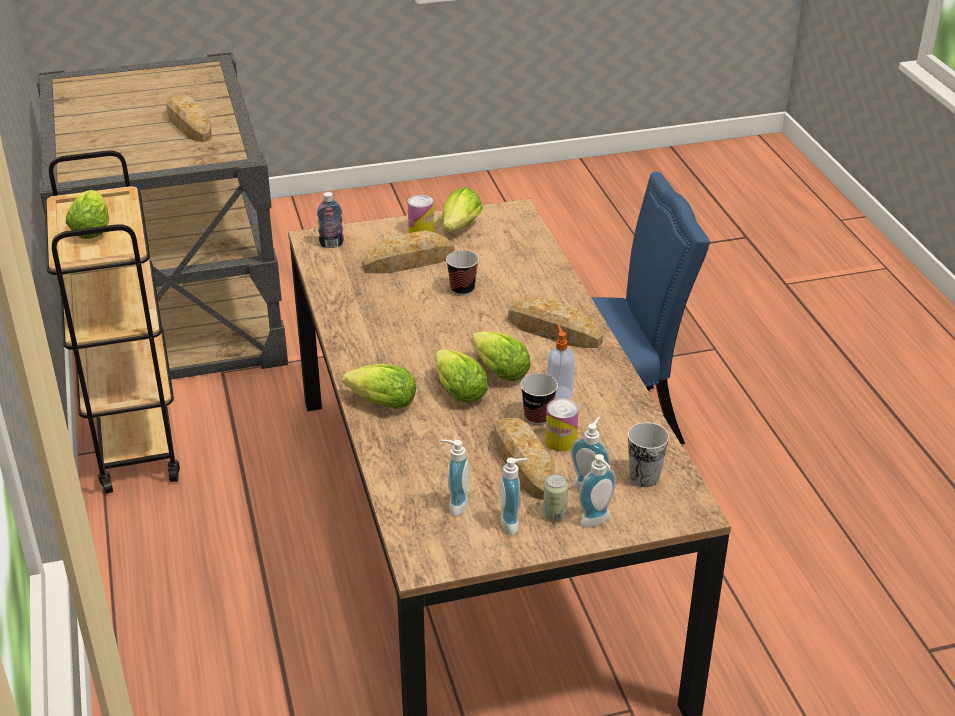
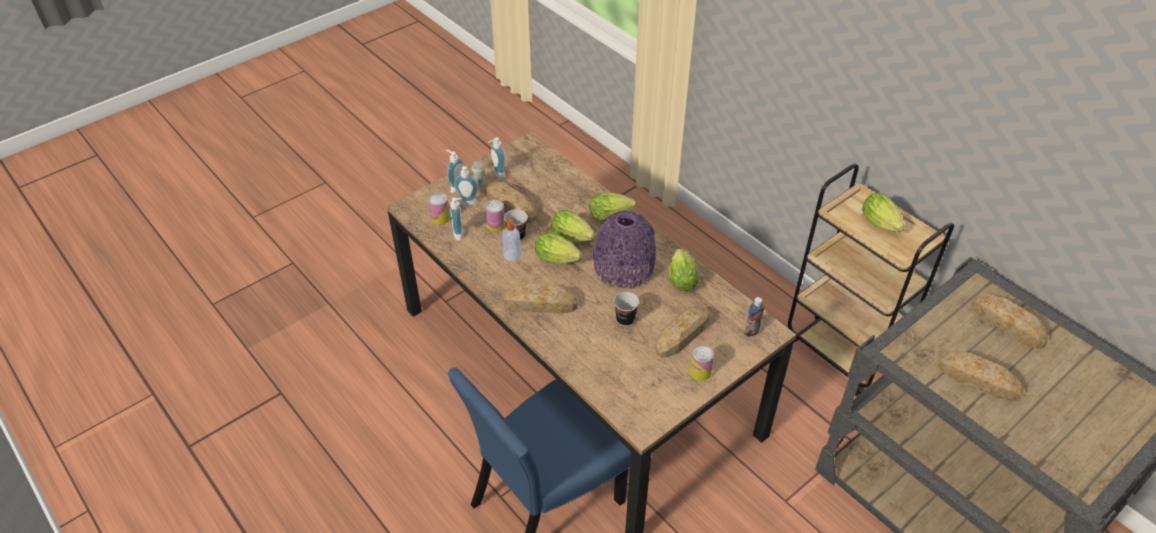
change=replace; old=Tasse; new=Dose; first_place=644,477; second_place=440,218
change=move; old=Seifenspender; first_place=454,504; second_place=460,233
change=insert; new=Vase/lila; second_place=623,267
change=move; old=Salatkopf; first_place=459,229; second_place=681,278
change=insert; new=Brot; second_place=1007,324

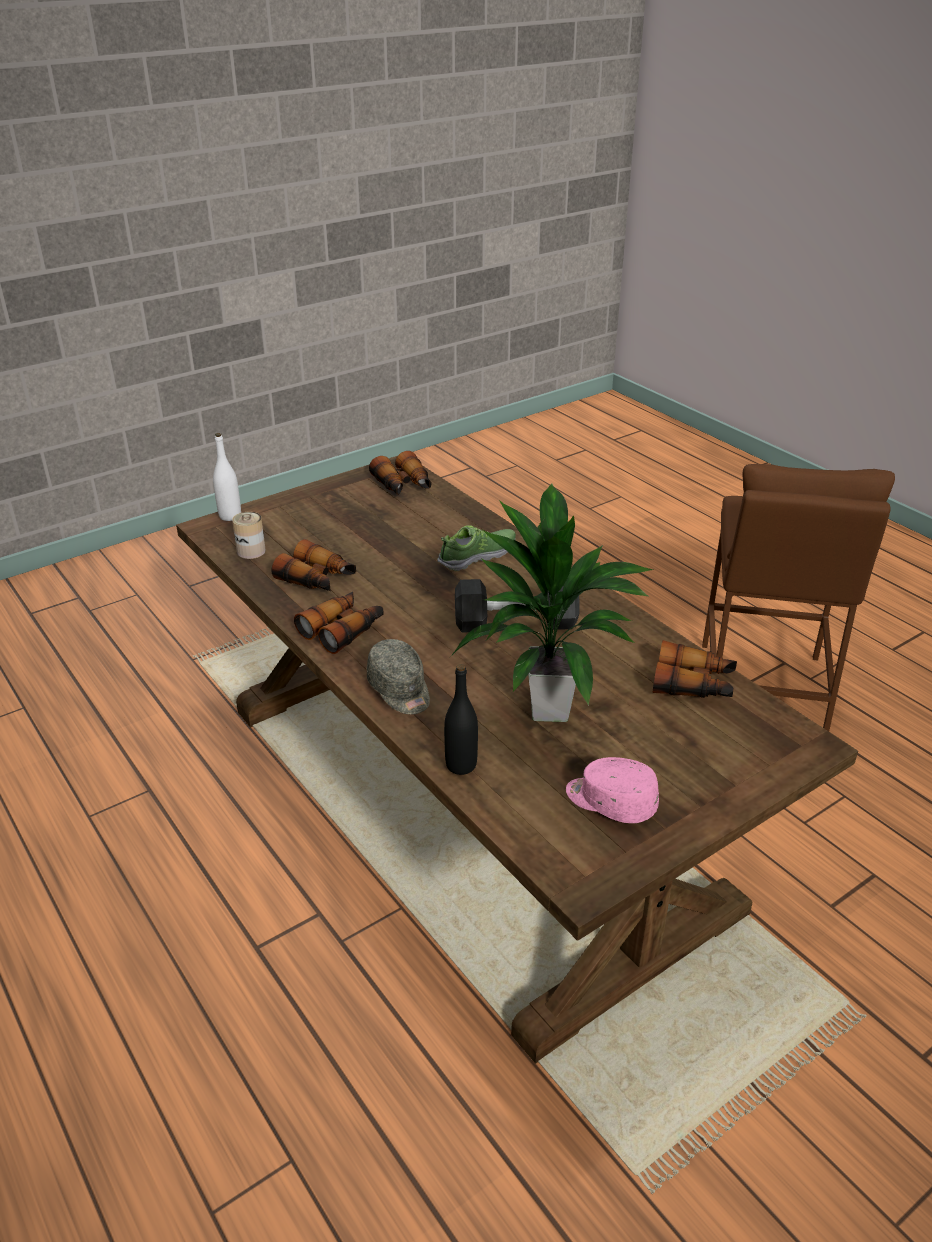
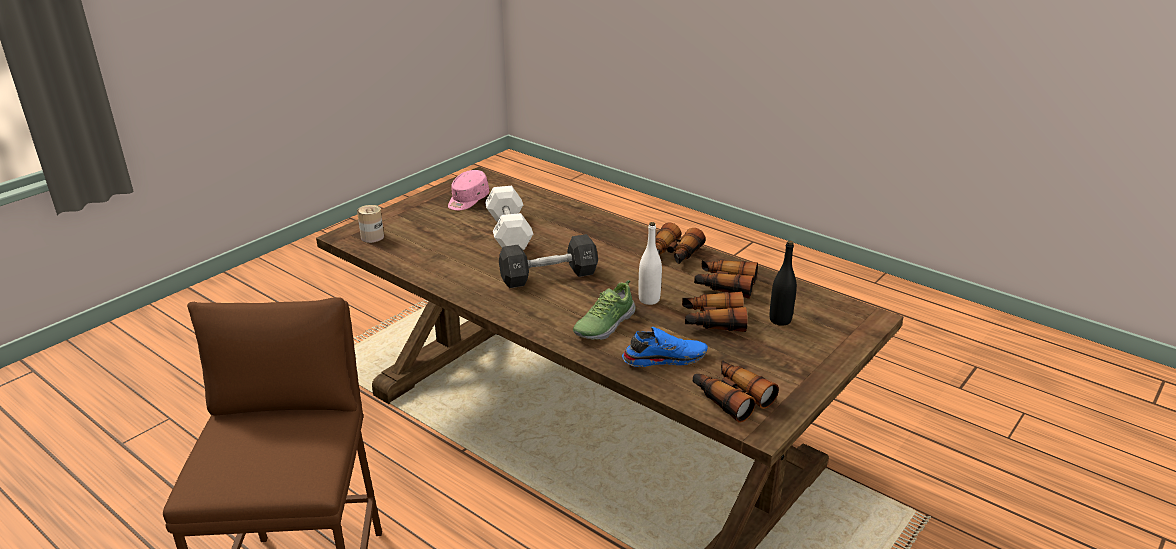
change=move; old=Dose; first_place=251,551; second_place=372,237
change=rotate; old=Kappe/rosa; first_place=610,801; second_place=467,200; degrees=105
change=replace; old=Topfpflanze; new=Hantel/weiß; first_place=550,708; second_place=509,232
change=insert; new=Schuh/blau; second_place=664,358
change=move; old=Flasche/weiß; first_place=230,516; second_place=649,299
change=move; old=Fernglas; first_place=693,684; second_place=712,321
change=move; old=Flasche/schwarz; first_place=461,765; second_place=780,320
change=delete; old=Kappe/grau; first_place=400,690

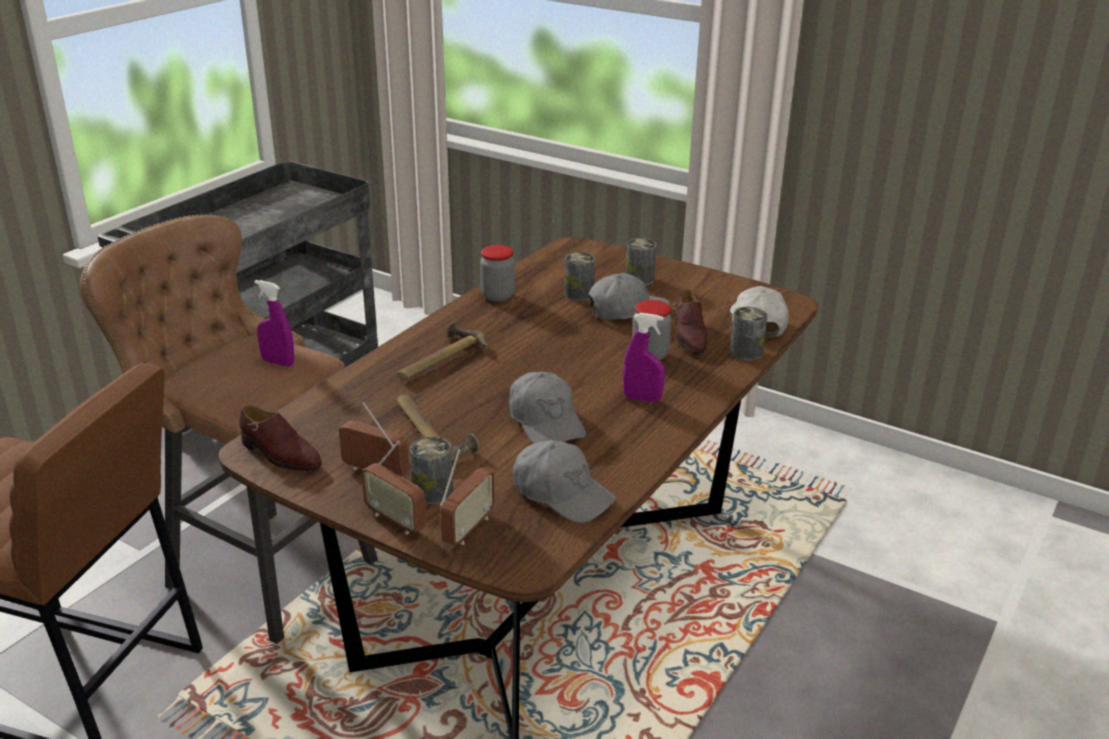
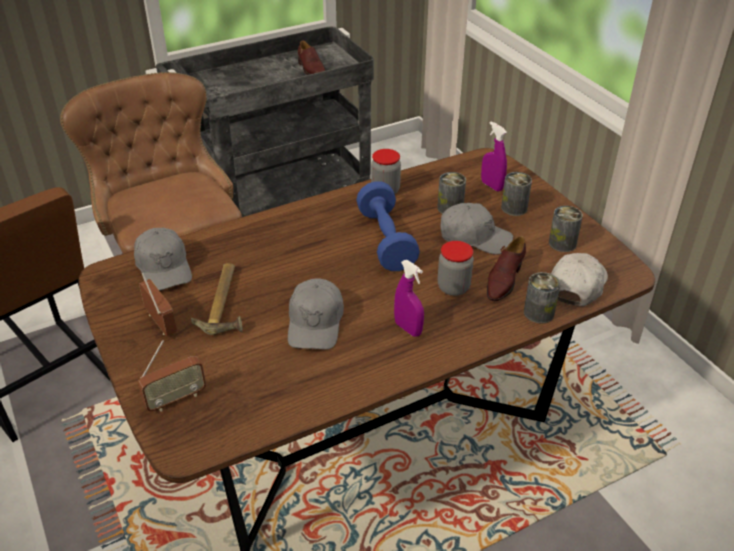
change=move; old=Kappe/grau; first_place=562,493; second_place=164,267
change=move; old=Schuh/braun; first_place=280,455; second_place=311,70
change=insert; new=Hantel/blau; second_place=386,240
change=move; old=Sprühflasche/lila; first_place=278,362; second_place=491,186
change=move; old=Dose; first_place=433,492; second_place=562,243
change=delete; old=Radio; first_place=396,520
change=delete; old=Hammer; first_place=438,359

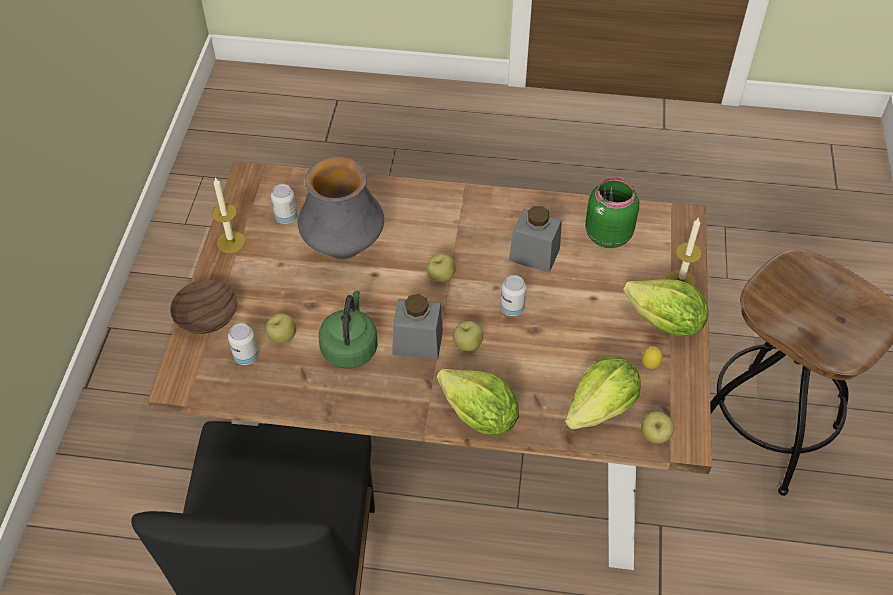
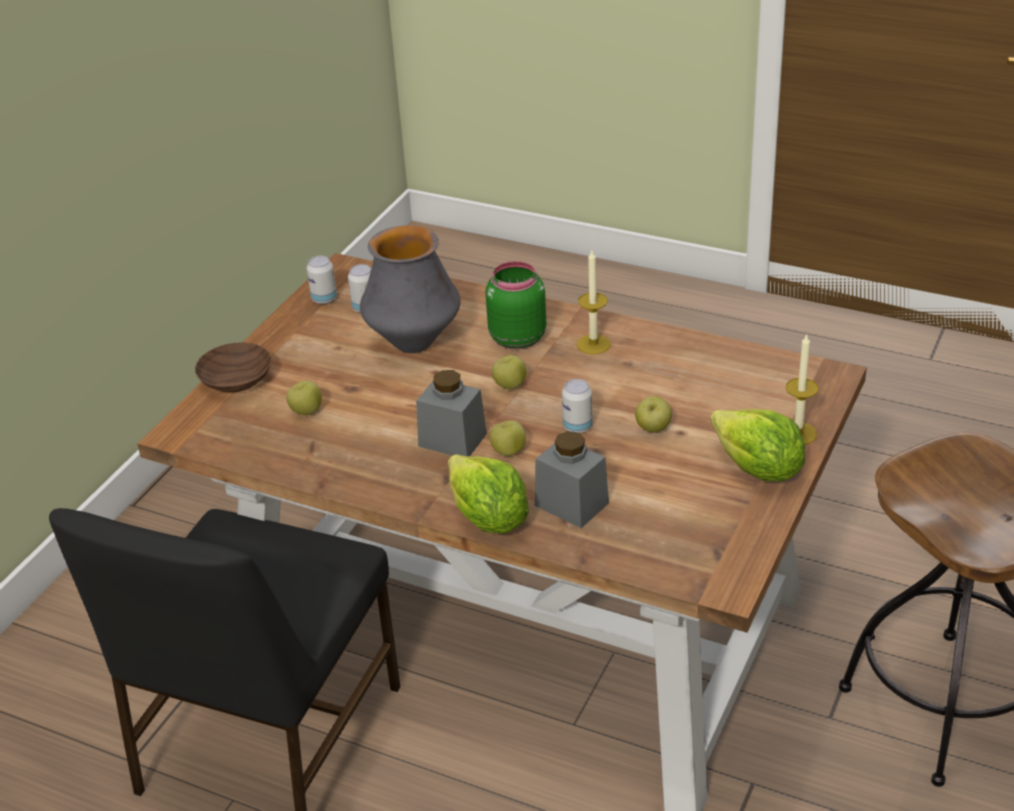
change=move; old=Dose; first_place=246,356; second_place=324,299
change=move; old=Vorratsglas/grün; first_place=606,235; second_place=516,338
change=move; old=Vorratsglas/grau; first_place=534,254; second_place=571,504
change=move; old=Kerze; first_place=231,242; second_place=593,344
change=move; old=Apfel; first_place=654,436; second_place=653,429
change=delete; old=Wasserkessel/grün; first_place=350,347
change=delete; old=Salatkopf; first_place=601,408
change=delete; old=Zitrone; first_place=649,366

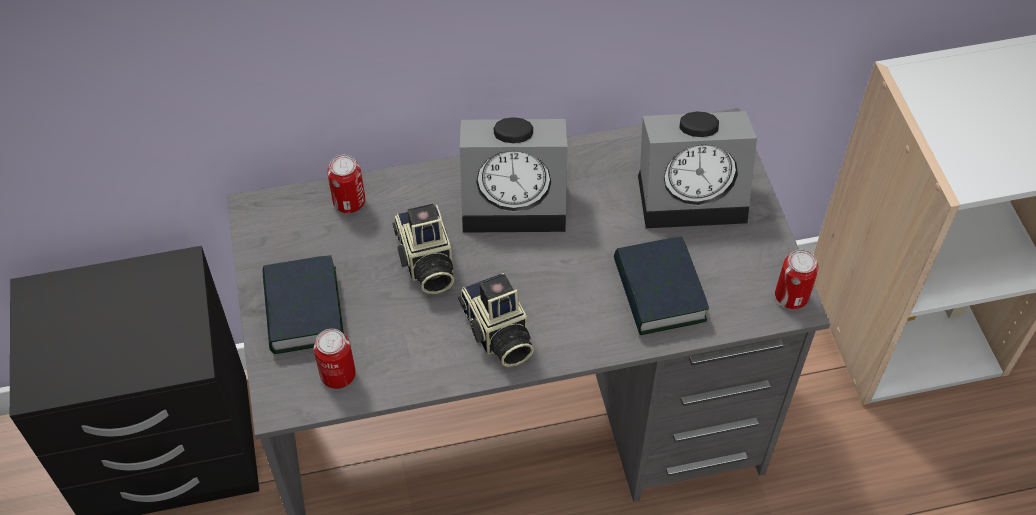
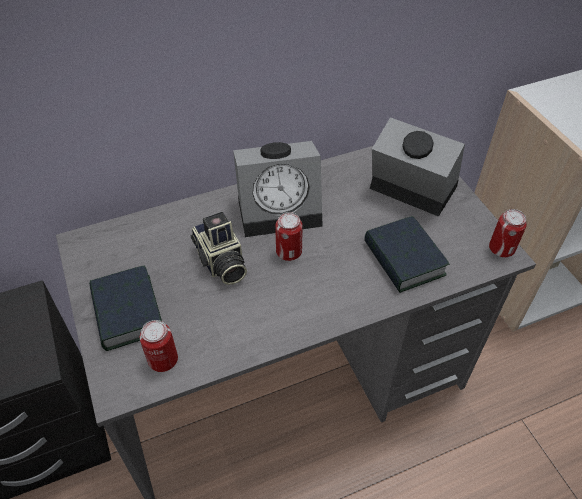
change=move; old=Dose; first_place=349,202; second_place=289,252
change=rotate; old=Wecker; first_place=694,194; second_place=409,189; degrees=-135
change=delete; old=Kamera; first_place=497,334

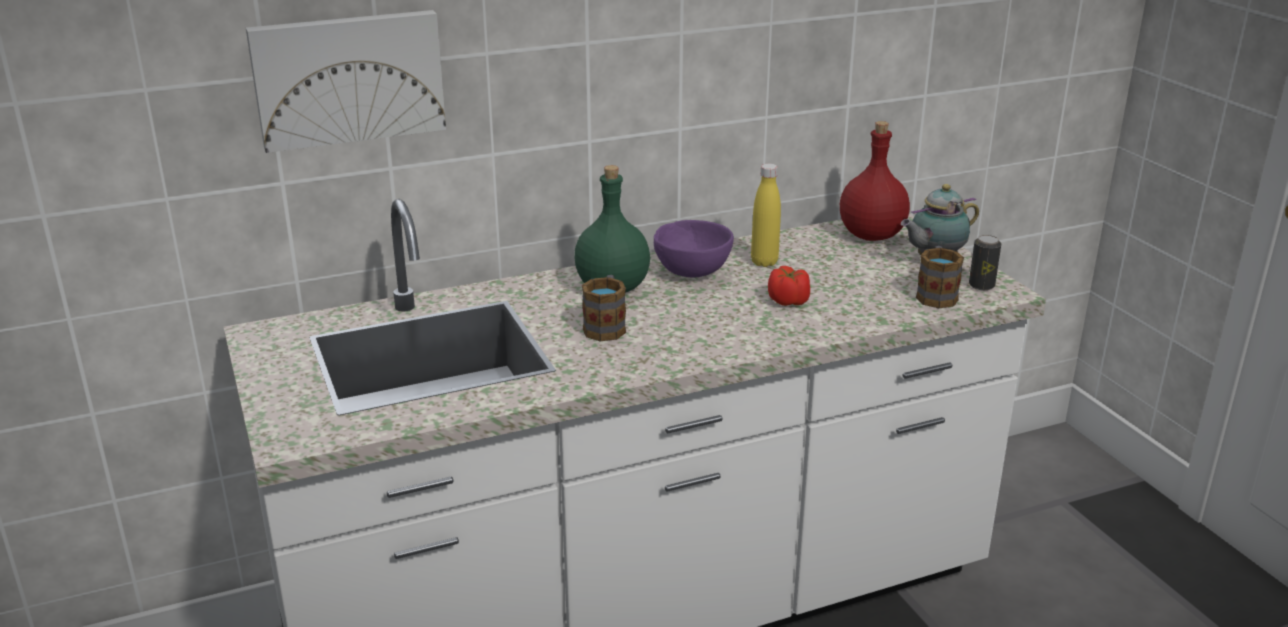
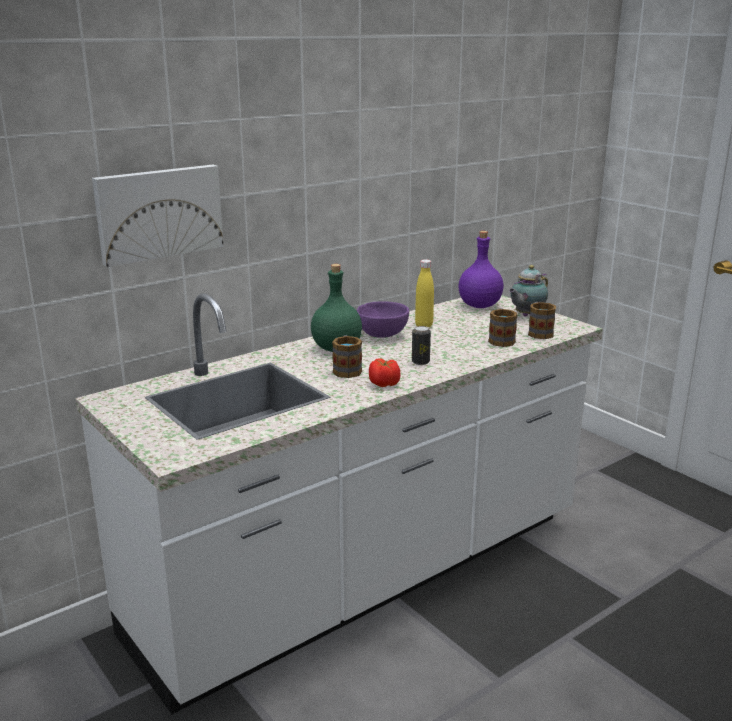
change=move; old=Tomate; first_place=788,301; second_place=384,384
change=move; old=Dose; first_place=981,285; second_place=420,362
change=recolor; old=Flasche/rot; new=Flasche/lila; first_place=871,235; second_place=479,305
change=insert; new=Henkelbecher; second_place=501,339

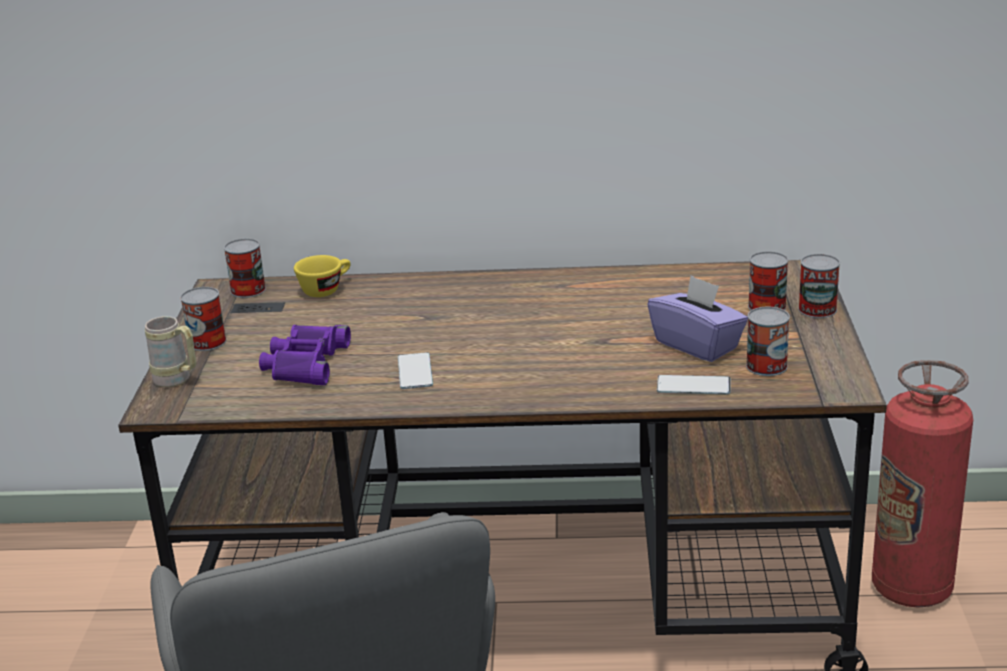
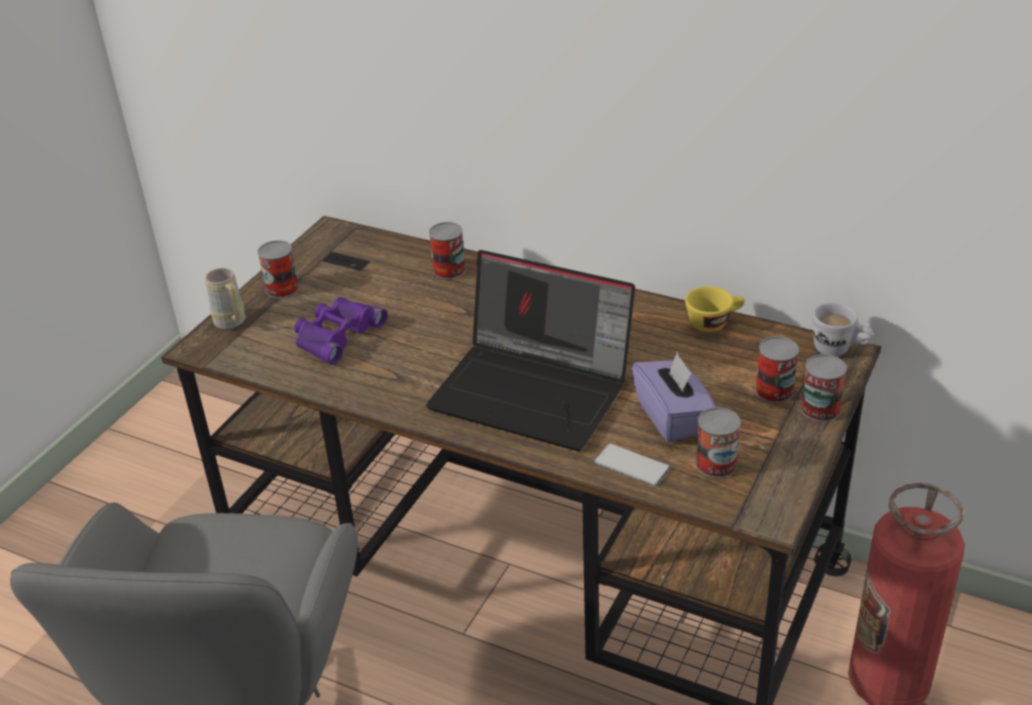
change=insert; new=Laptop; second_place=535,391
change=move; old=Dose; first_place=248,290; second_place=449,270
change=move; old=Tasse/gelb; first_place=326,289; second_place=714,322
change=insert; new=Henkelbecher/weiß; second_place=839,350
change=delete; old=Handy; first_place=415,371

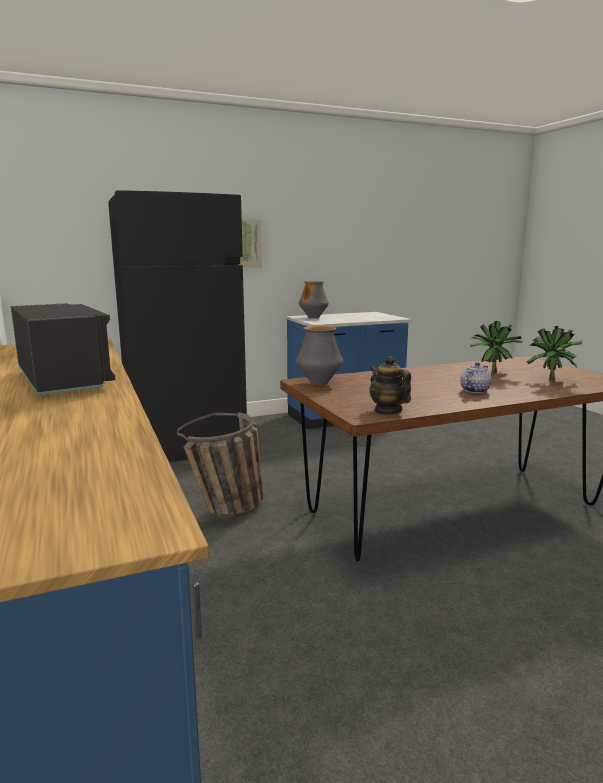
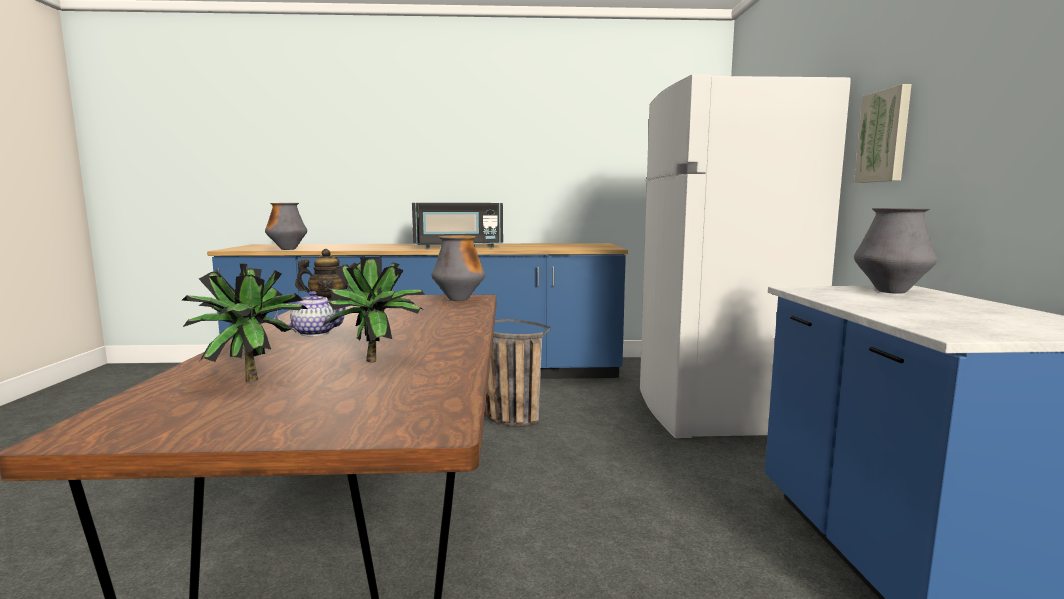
change=insert; new=Vase; second_place=288,249
change=rotate; old=Teekanne; first_place=474,390; second_place=315,332; degrees=-75
change=recolor; old=Kühlschrank/schwarz; new=Kühlschrank/weiß; first_place=185,441; second_place=717,410

